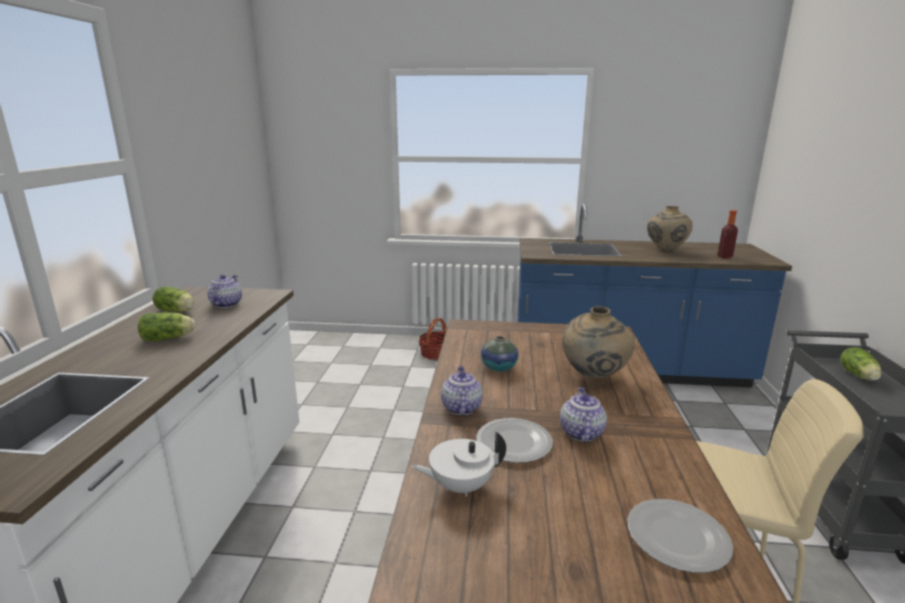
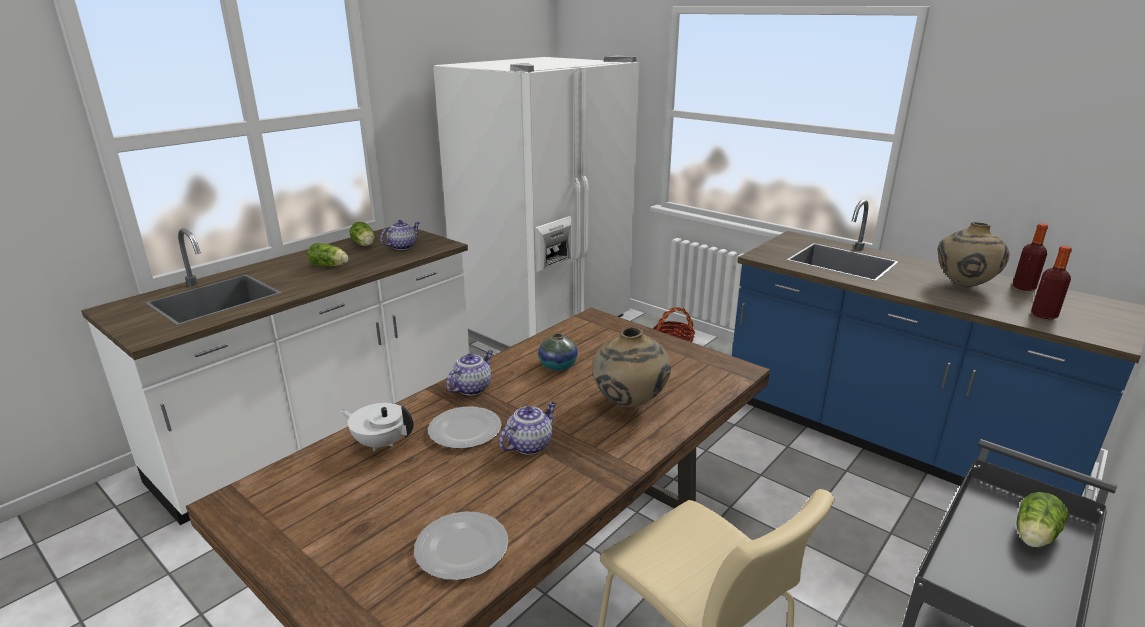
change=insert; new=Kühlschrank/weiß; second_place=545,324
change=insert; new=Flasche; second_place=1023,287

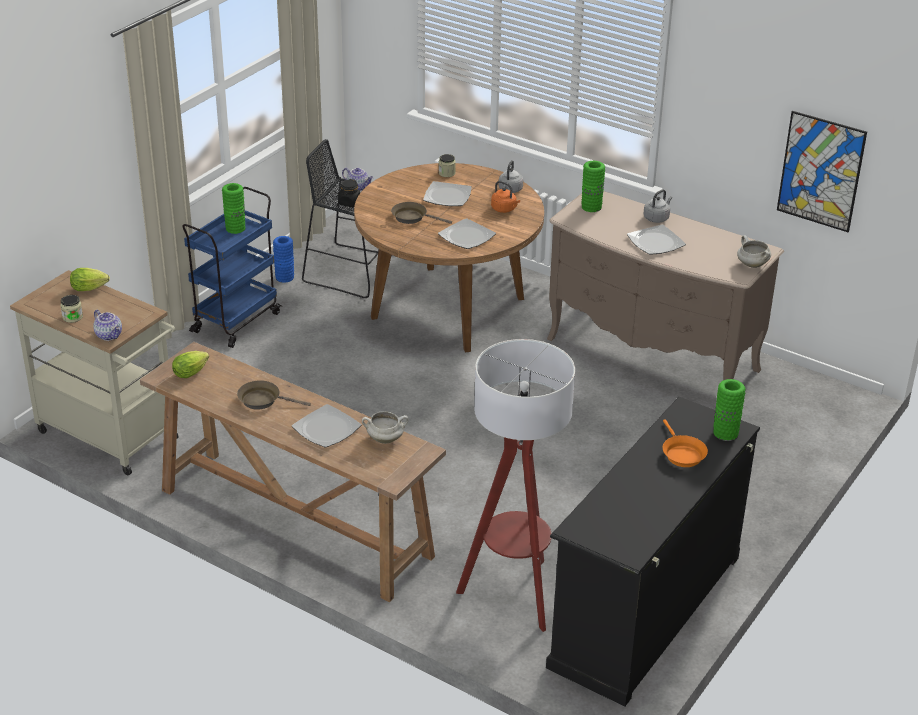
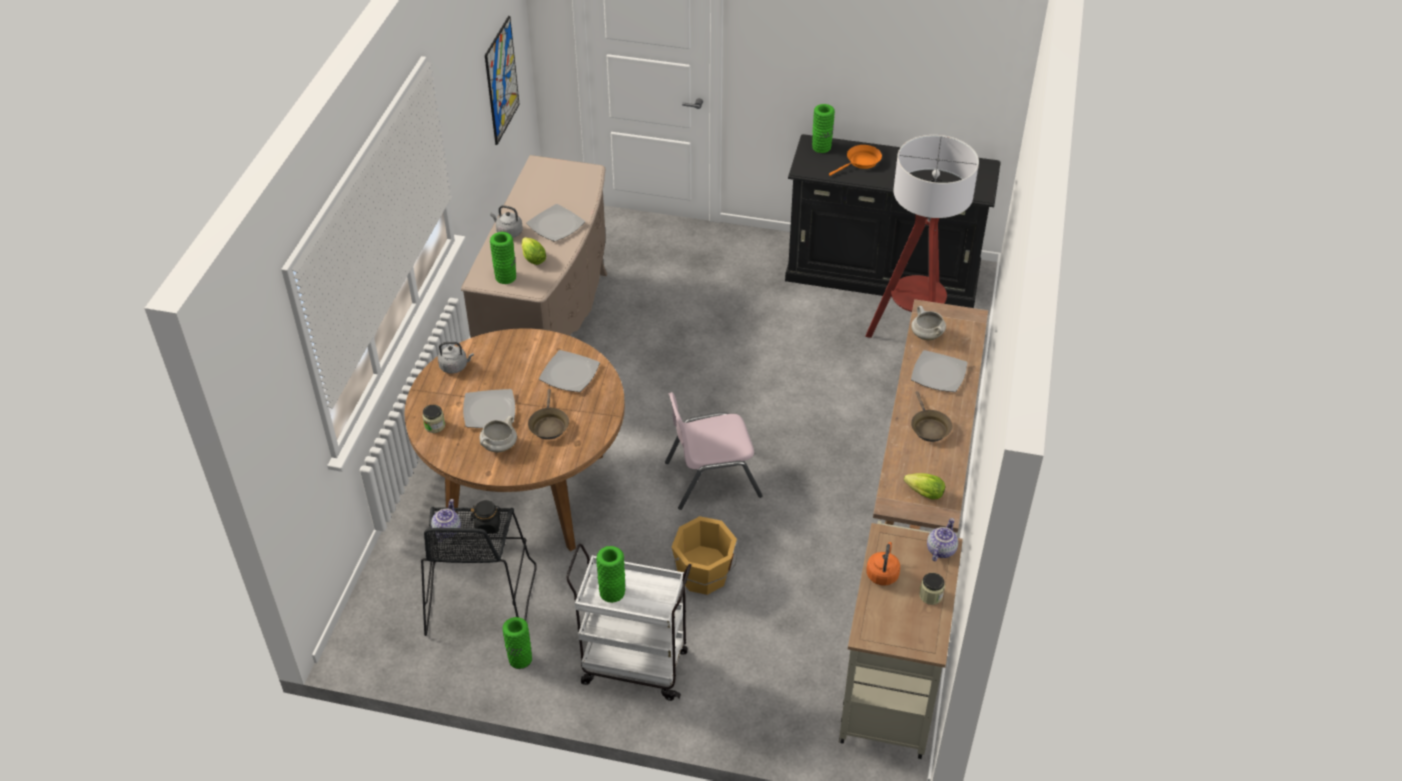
change=move; old=Kochtopf/weiß; first_place=751,264; second_place=499,446
change=recolor; old=Vase/blau; new=Vase/grün; first_place=284,277; second_place=520,659
change=move; old=Salatkopf; first_place=91,288; second_place=532,257
change=recolor; old=Rollwagen/blau; new=Rollwagen/weiß; first_place=237,322; second_place=633,667
change=insert; new=Stuhl/rosa; second_place=712,478
change=insert; new=Eimer/orange; second_place=704,575
change=move; old=Wasserkessel/orange; first_place=504,209; second_place=882,573

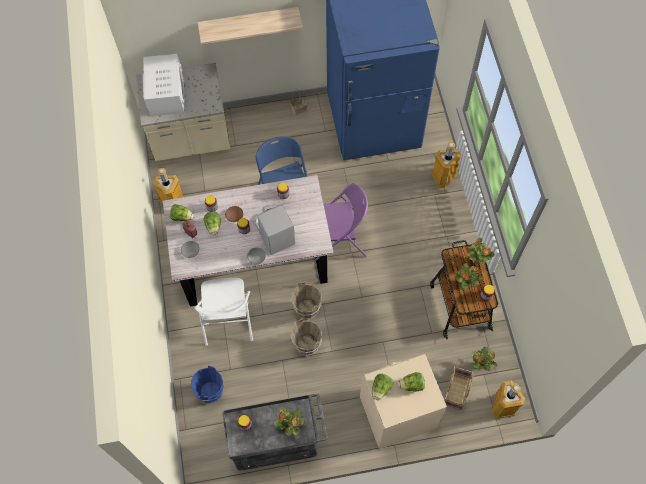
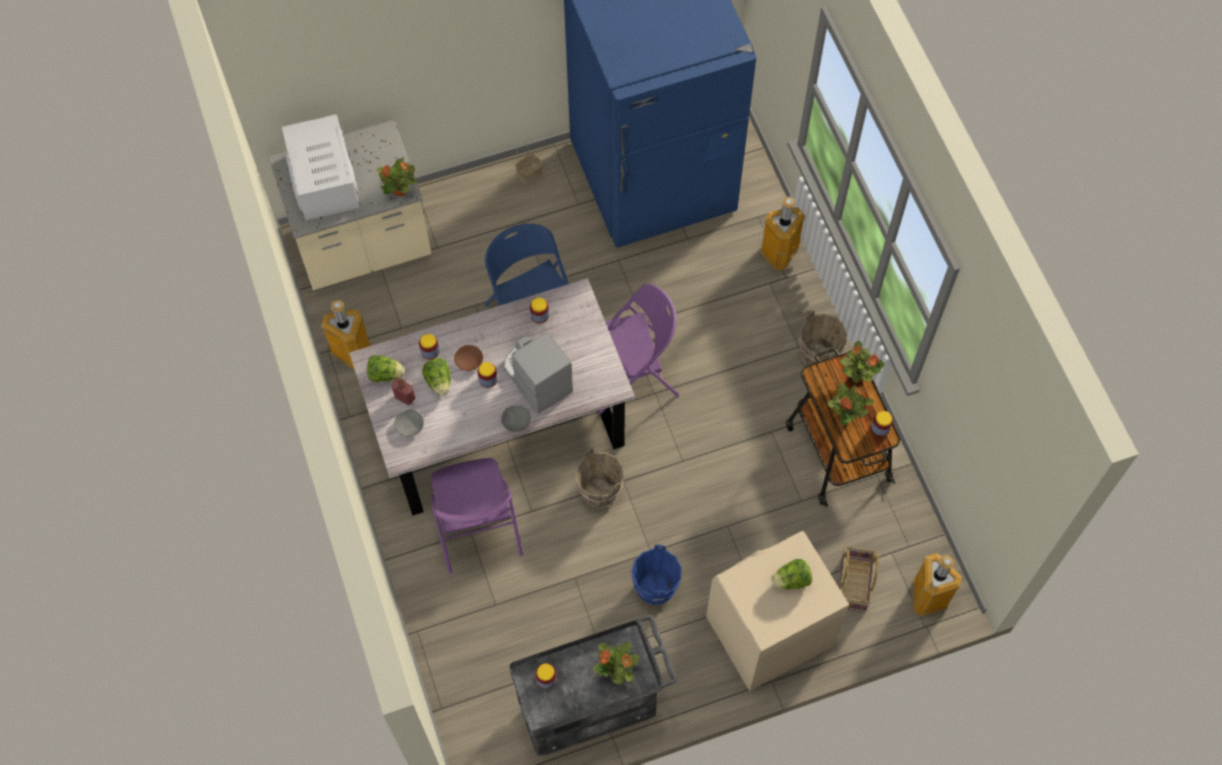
change=move; old=Topfpflanze; first_place=481,364; second_place=400,190
change=recolor; old=Stuhl/weiß; new=Stuhl/lila; first_place=227,318; second_place=476,525
change=move; old=Eimer/blau; first_place=210,392; second_place=654,589
change=move; old=Eimer/braun; first_place=307,345; second_place=817,357
change=delete; old=Wandregal; first_place=249,22
change=delete; old=Salatkopf; first_place=381,388

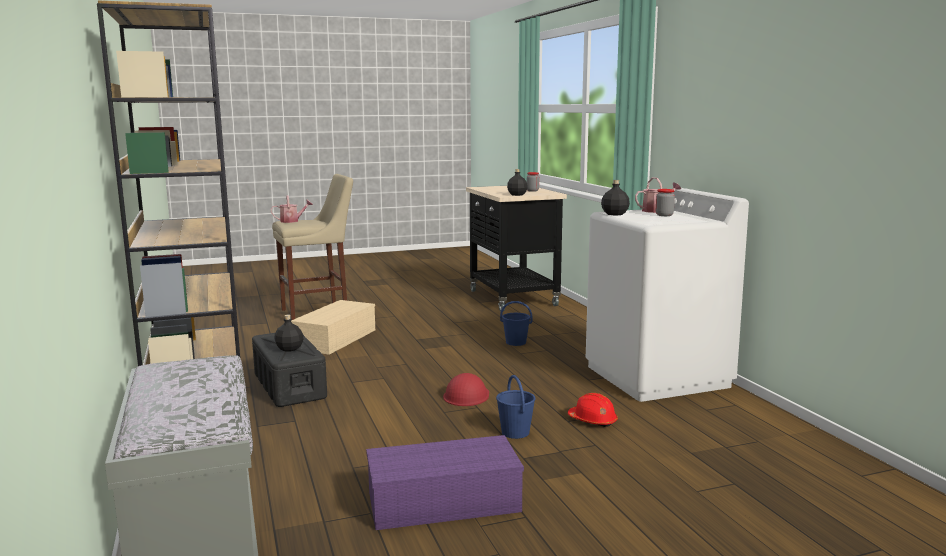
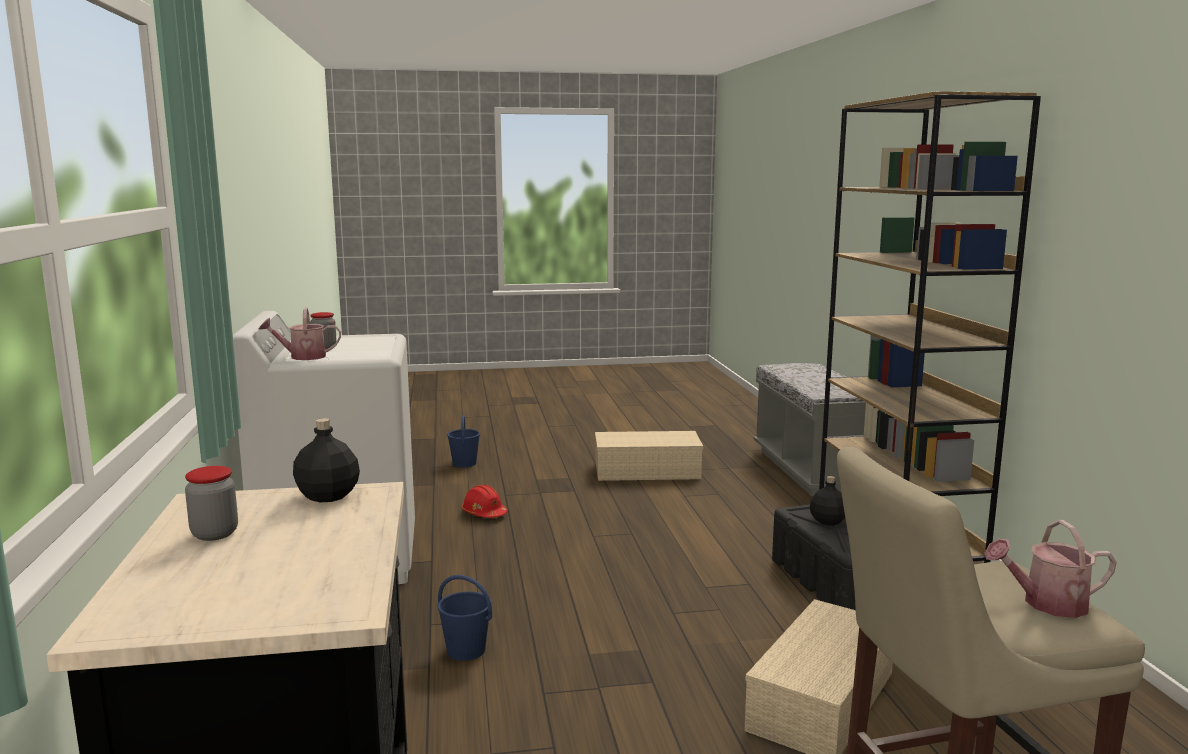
change=move; old=Eimer/blau; first_place=515,432; second_place=464,463
change=recolor; old=Aufbewahrungsbox/lila; new=Aufbewahrungsbox/beige; first_place=441,503; second_place=648,471
change=delete; old=Schutzhelm/rot; first_place=466,395
change=delete; old=Flasche/schwarz; first_place=615,214

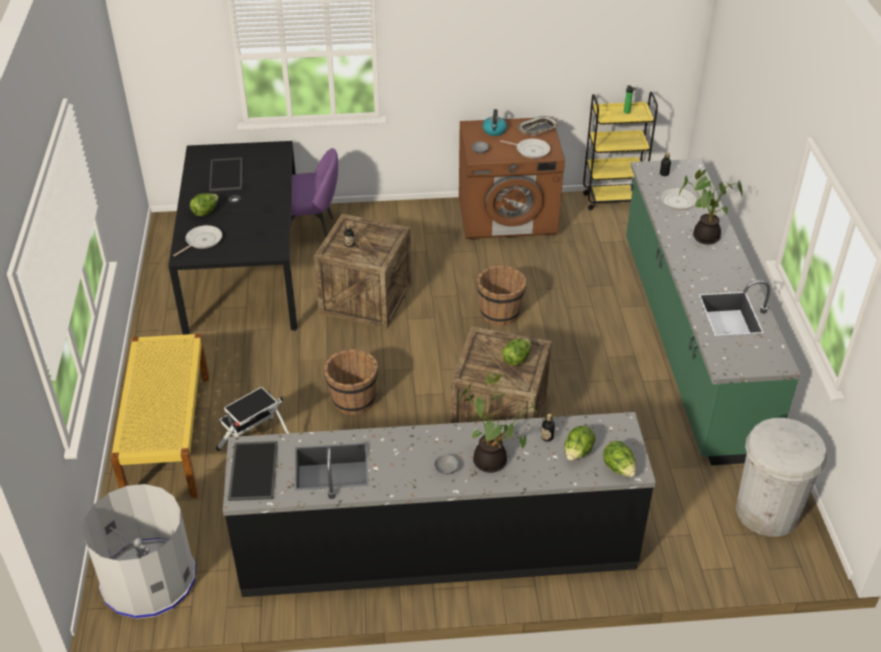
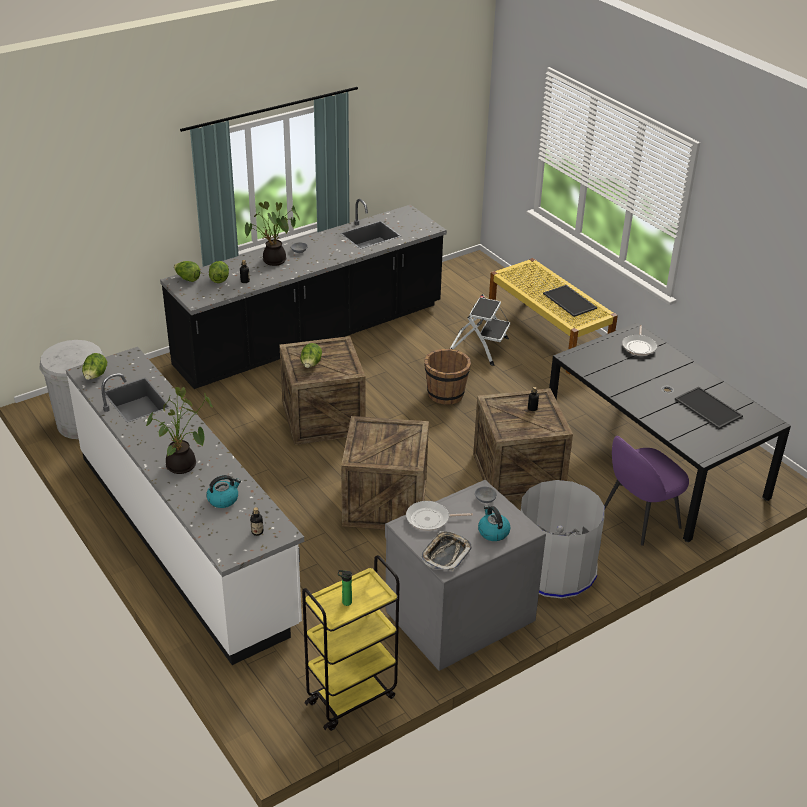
change=recolor; old=Küchenzeile/grün; new=Küchenzeile/weiß; first_place=689,342; second_place=186,537
change=move; old=Salatkopf; first_place=205,212; second_place=95,376
change=replace; old=Pfanne; new=Wasserkessel; first_place=680,202; second_place=223,499
change=replace; old=Eimer/braun; new=Kiste; first_place=500,313; second_place=385,503
change=recolor; old=Waschmaschine/braun; new=Waschmaschine/grau; first_place=508,220; second_place=457,617
change=move; old=Mülleimer/grau; first_place=148,579; second_place=554,568
change=move; old=Tablett; first_place=252,470; second_place=570,301

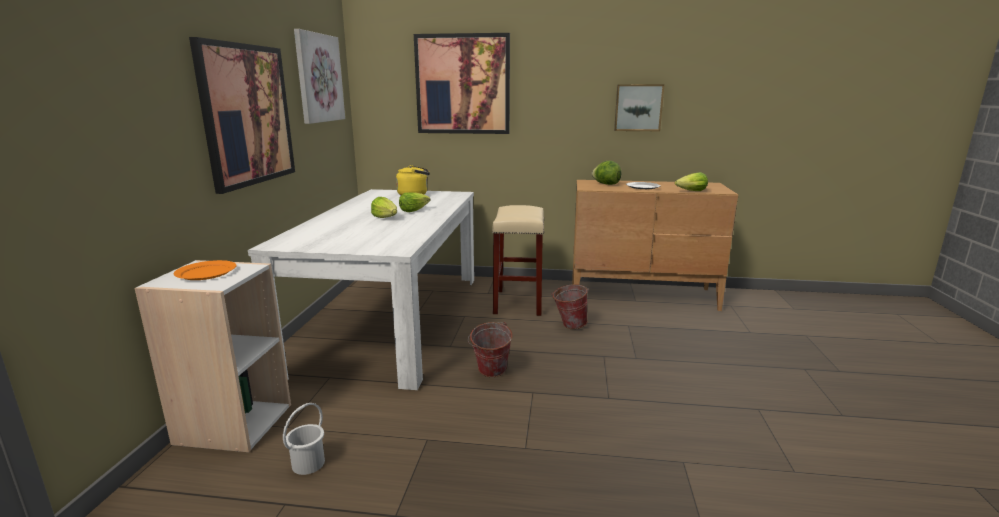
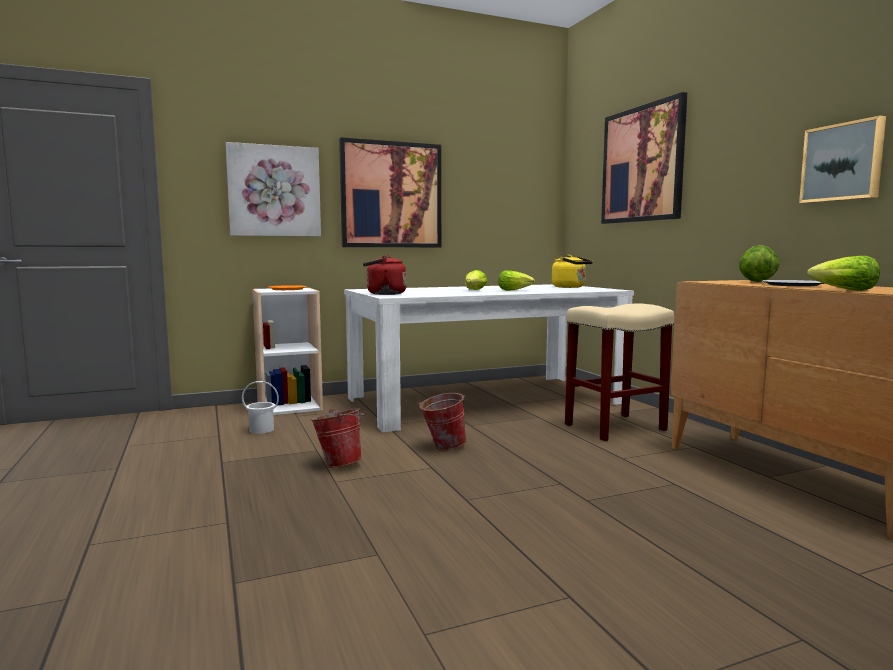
change=move; old=Bild; first_place=318,78; second_place=274,191
change=move; old=Eimer; first_place=568,325; second_place=339,463
change=insert; new=Wasserkessel/rot; second_place=383,294

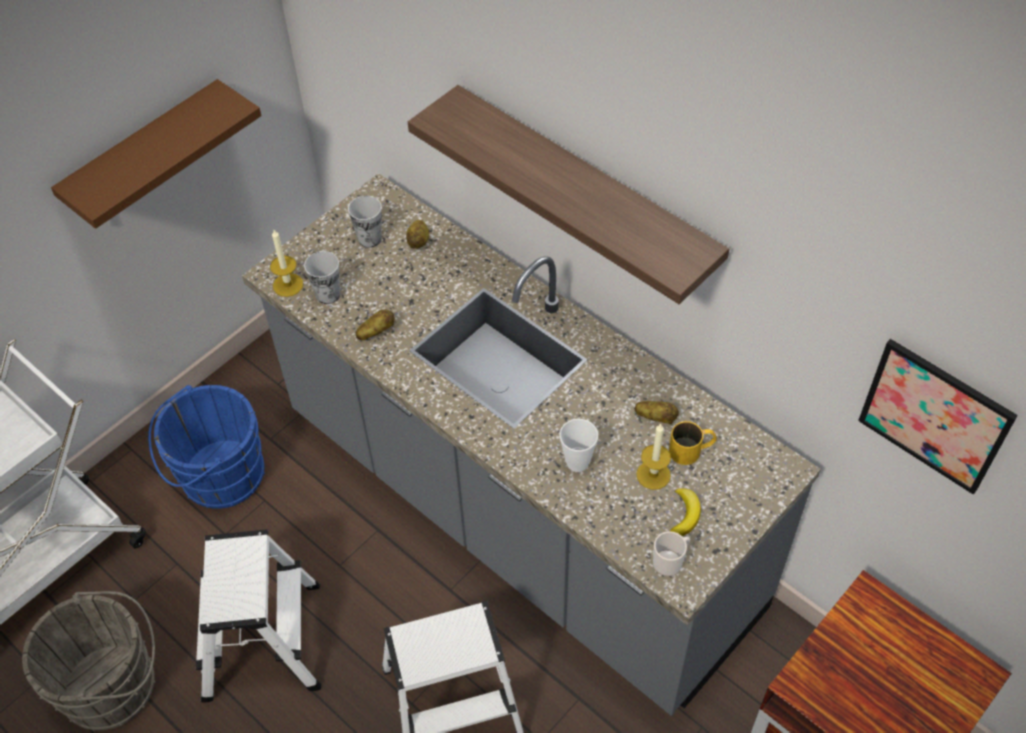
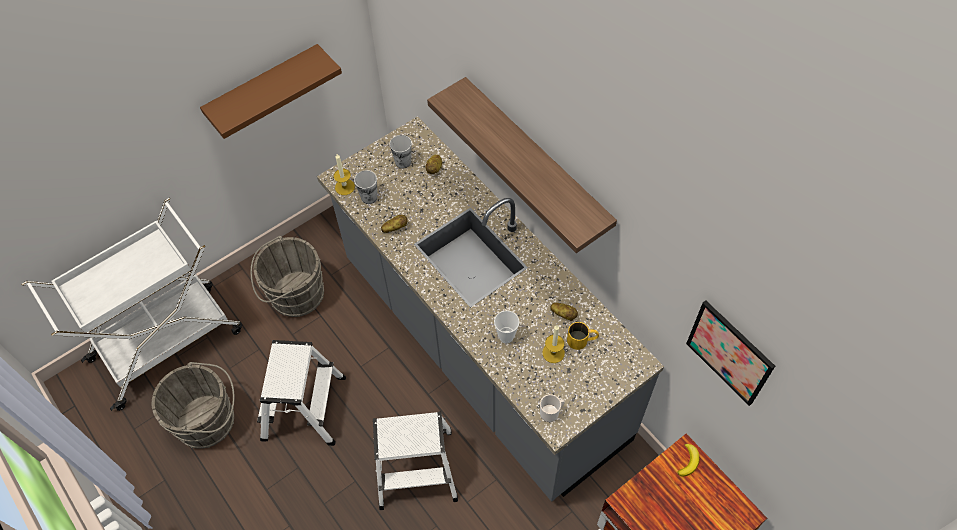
change=recolor; old=Eimer/blau; new=Eimer/grau; first_place=218,476; second_place=293,295
change=move; old=Banane; first_place=684,514; second_place=688,461

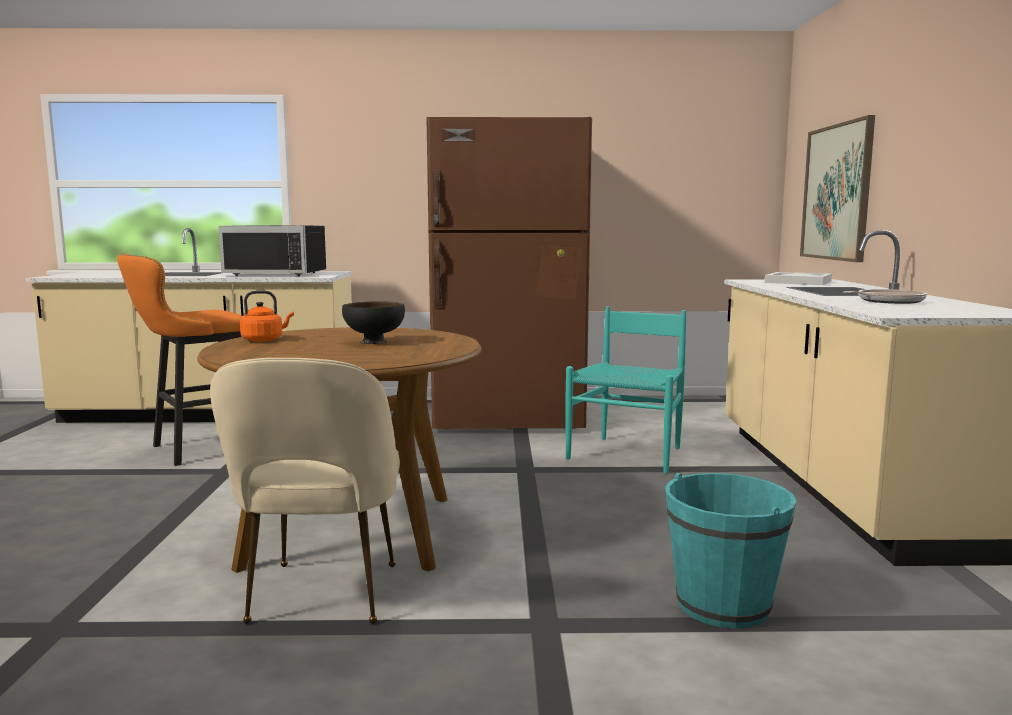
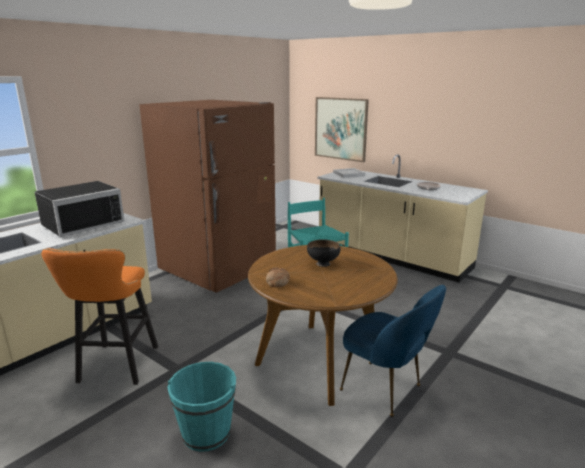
change=move; old=Eimer/türkis; first_place=723,605; second_place=206,433
change=replace; old=Wasserkessel/orange; new=Brot; first_place=264,340; second_place=277,282
change=recolor; old=Stuhl/beige; new=Stuhl/blau; first_place=320,599; second_place=386,391

